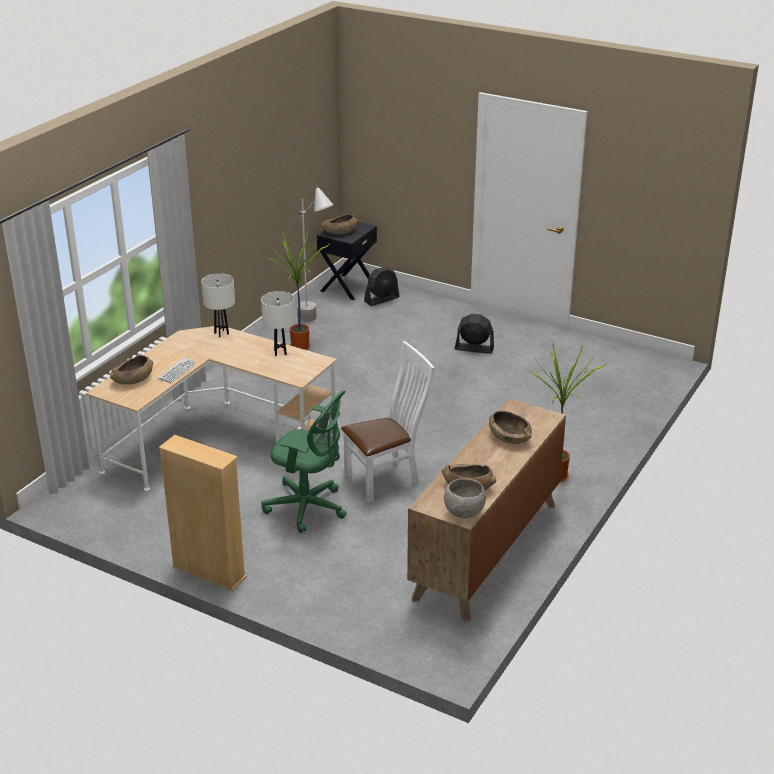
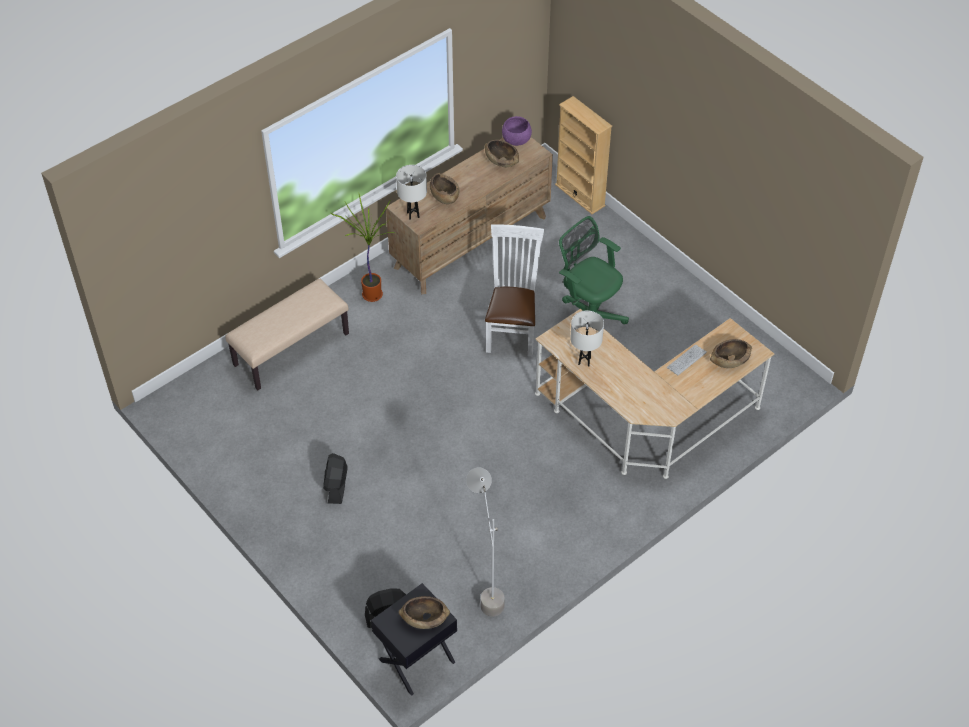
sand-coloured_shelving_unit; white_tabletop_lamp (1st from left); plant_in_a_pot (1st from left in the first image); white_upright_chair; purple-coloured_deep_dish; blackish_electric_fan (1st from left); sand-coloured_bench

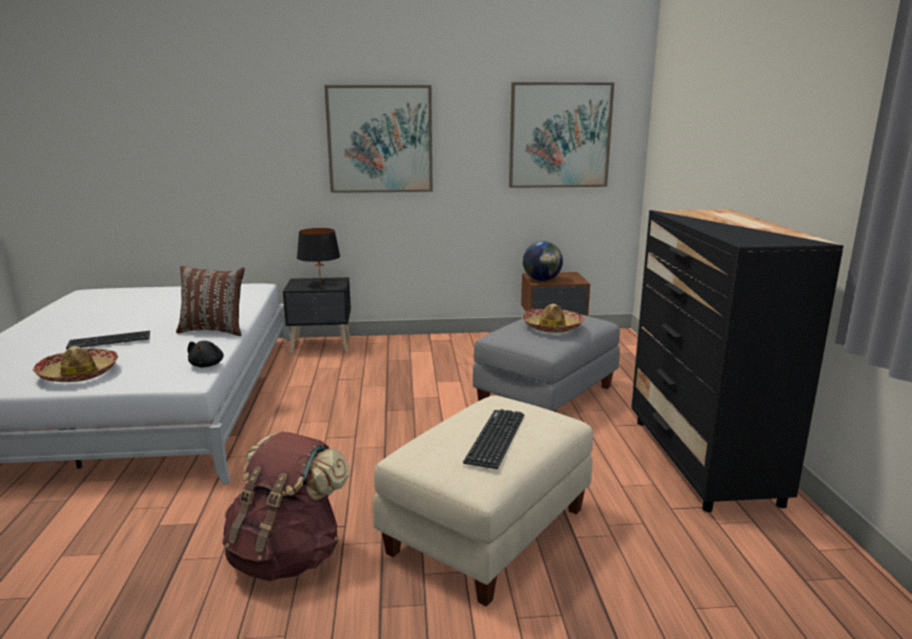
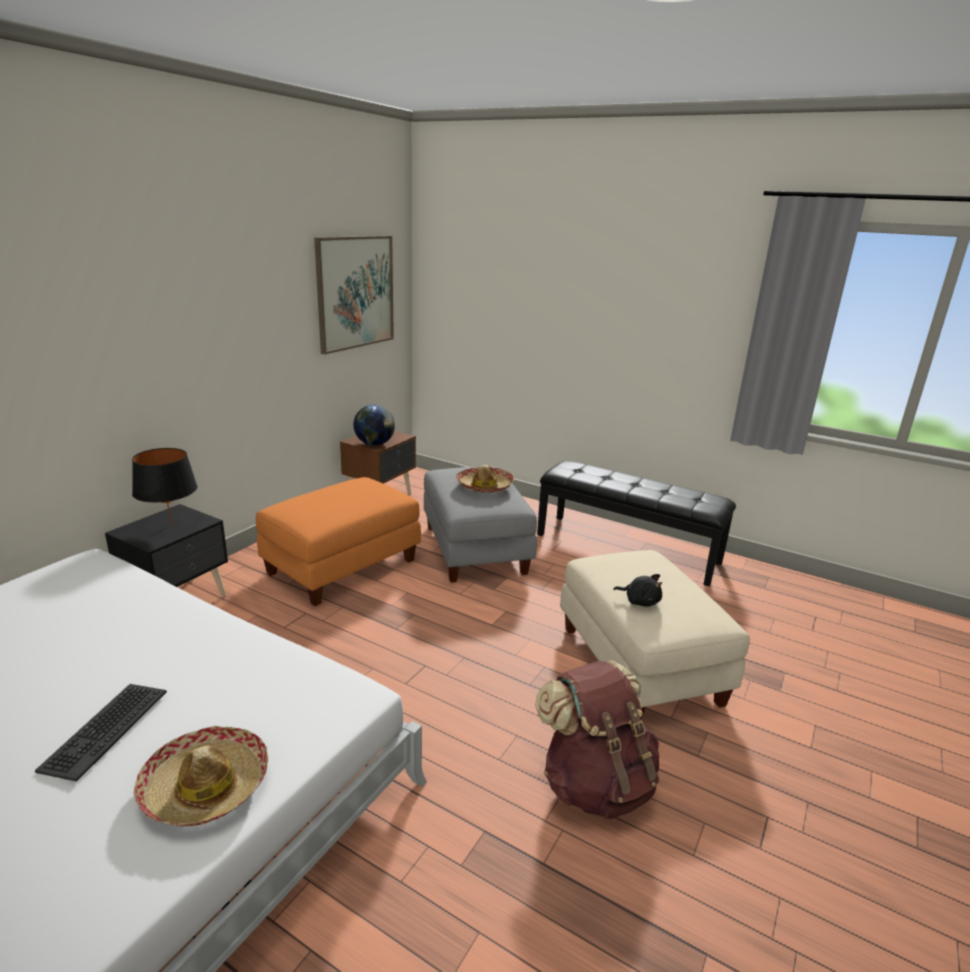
brownish_cushion; blackish_plush_toy; picture (1st from left in the first image); PC_keyboard (2nd from left in the first image); blackish_bench; orange_footrest

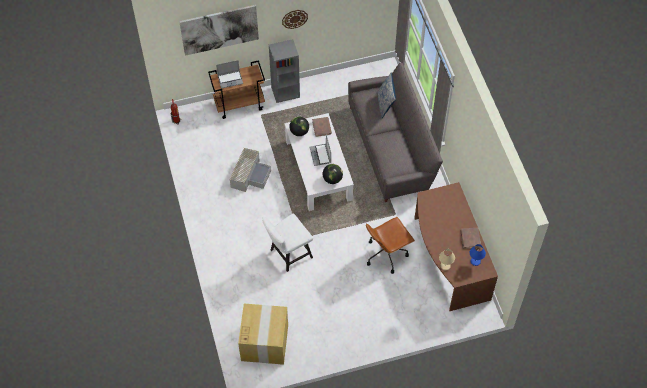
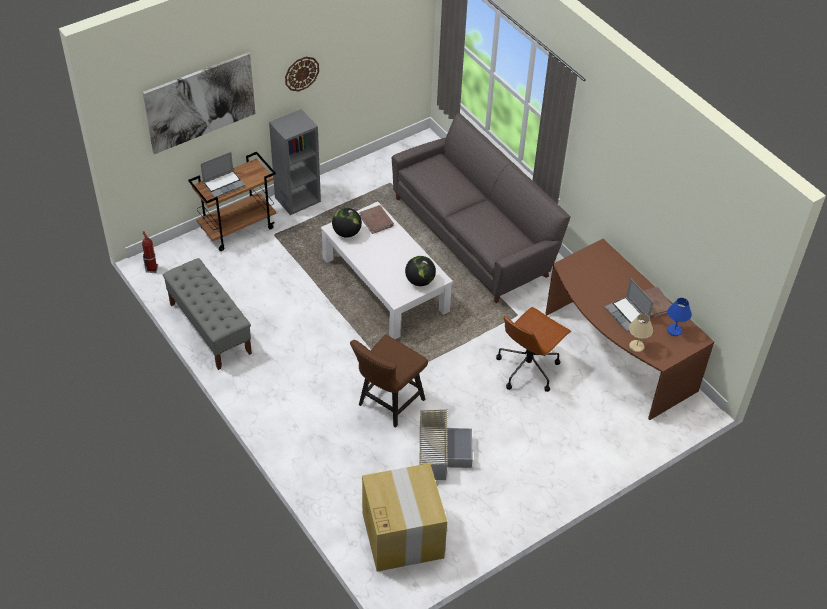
gray_storage_container; brownish_upright_chair; laptop (2nd from left); cushion; gray_bench

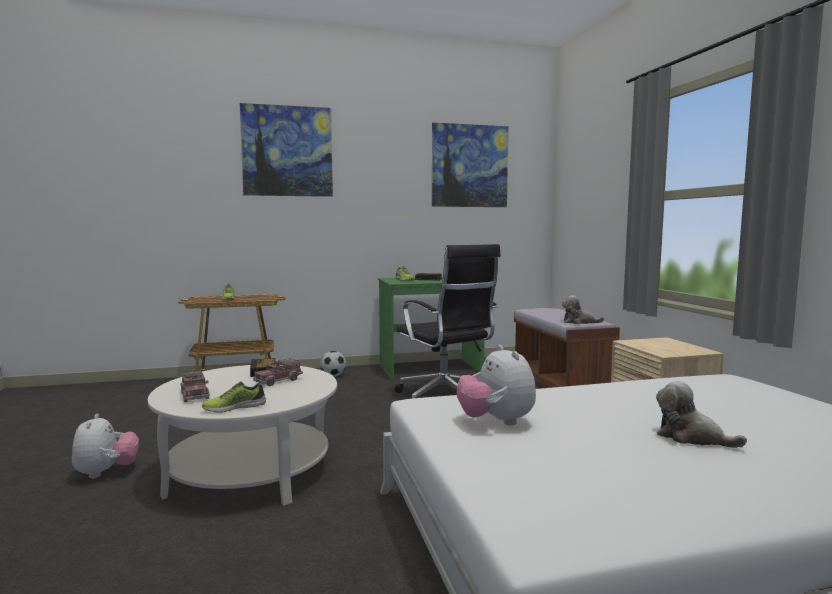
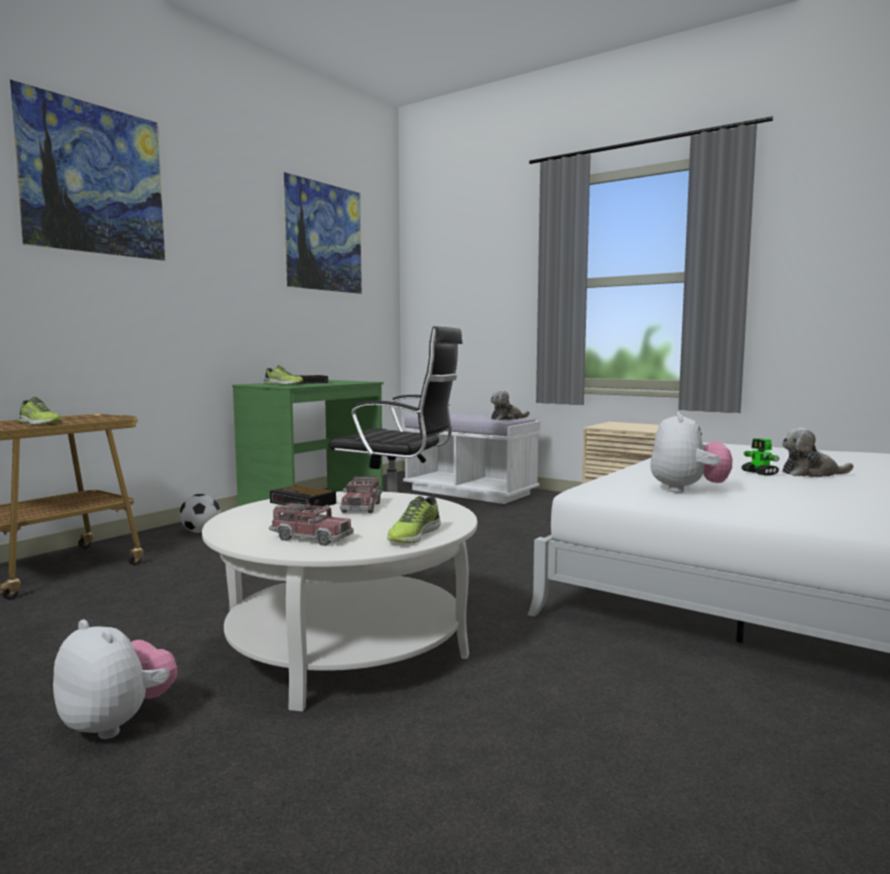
plush_toy (3rd from left); white_bench; robot_figure

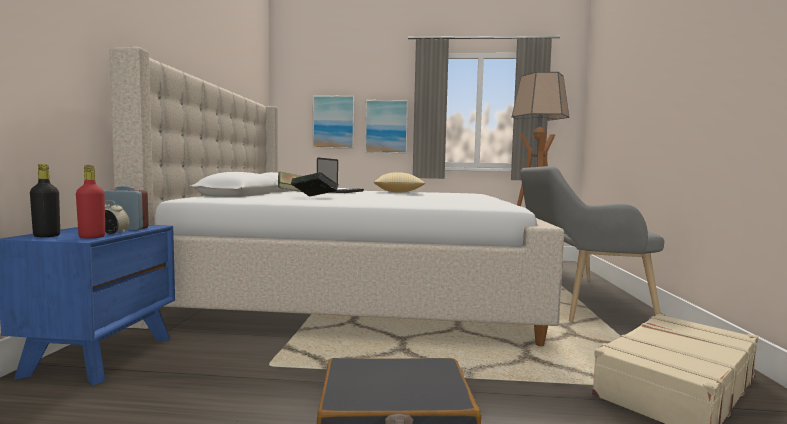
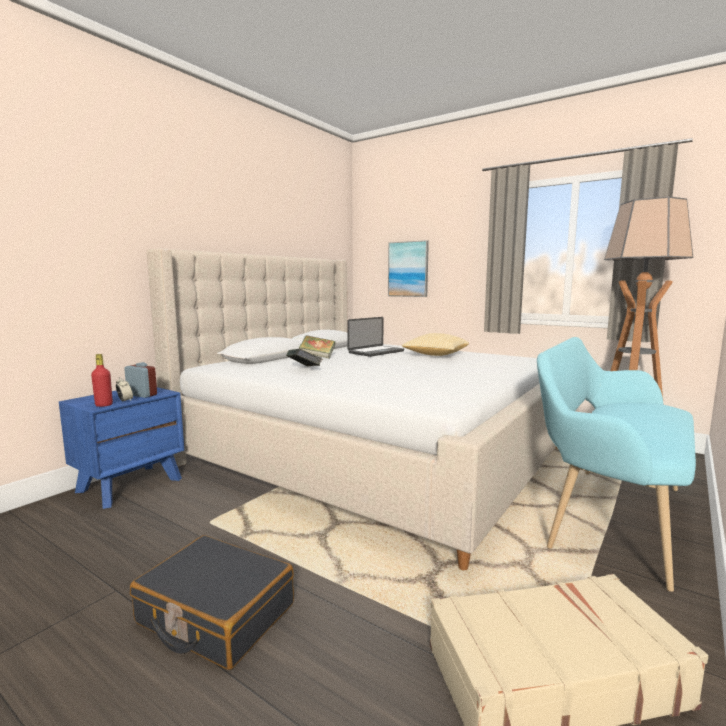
blackish_bottle; picture (2nd from left in the first image); blue-green_bench

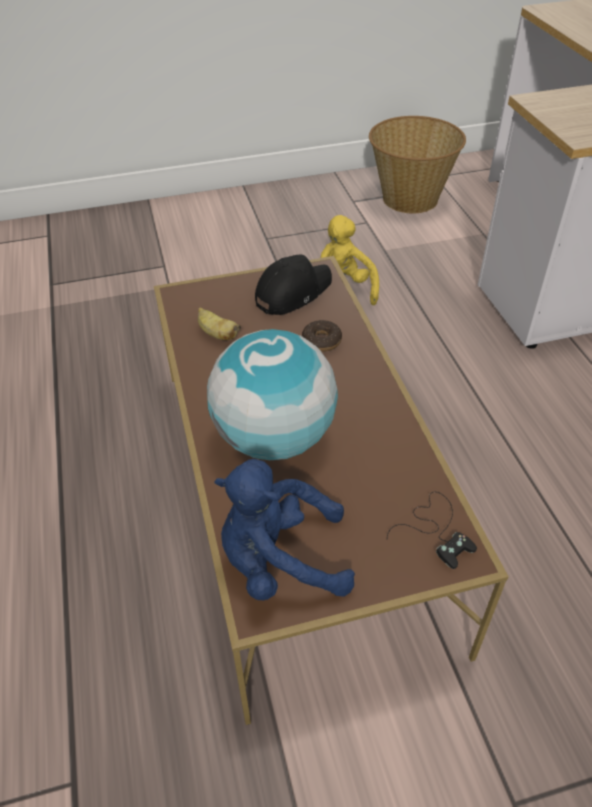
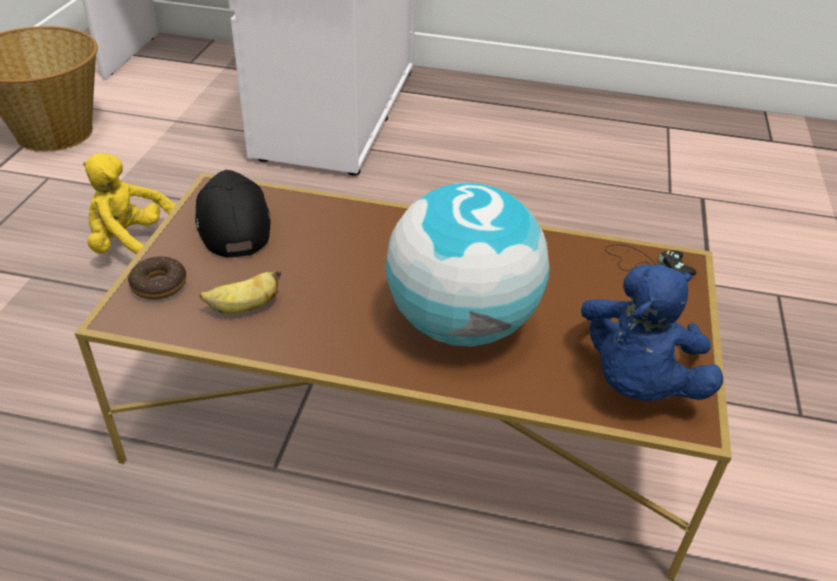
doughnut

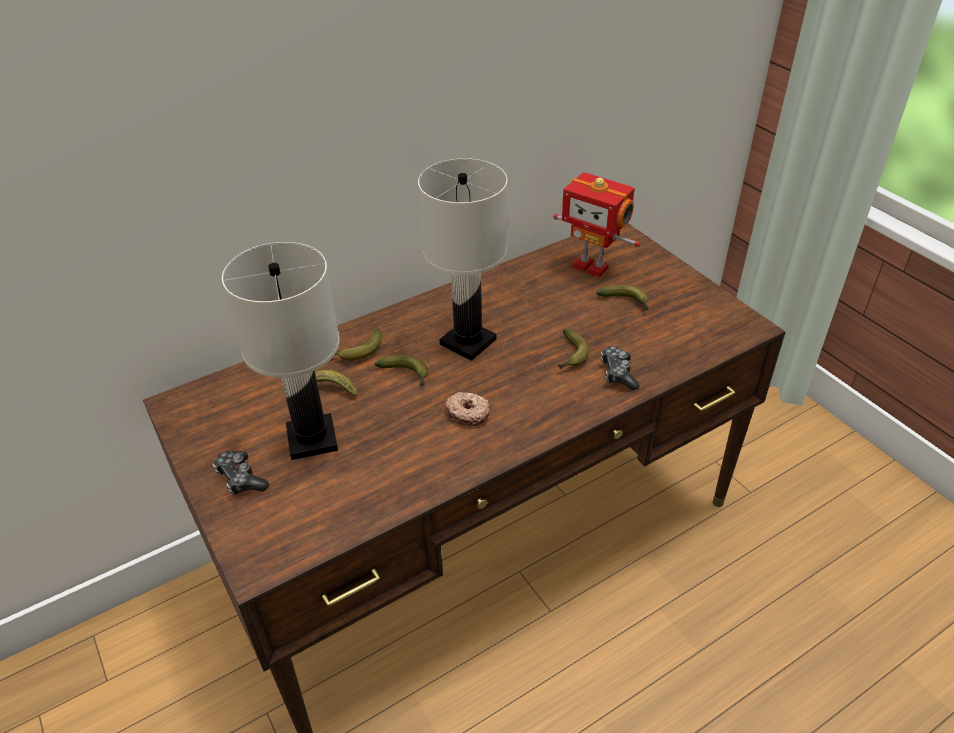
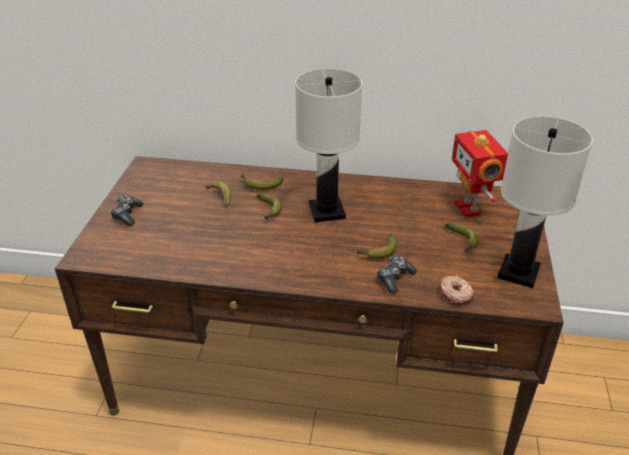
white_tabletop_lamp (2nd from left); doughnut

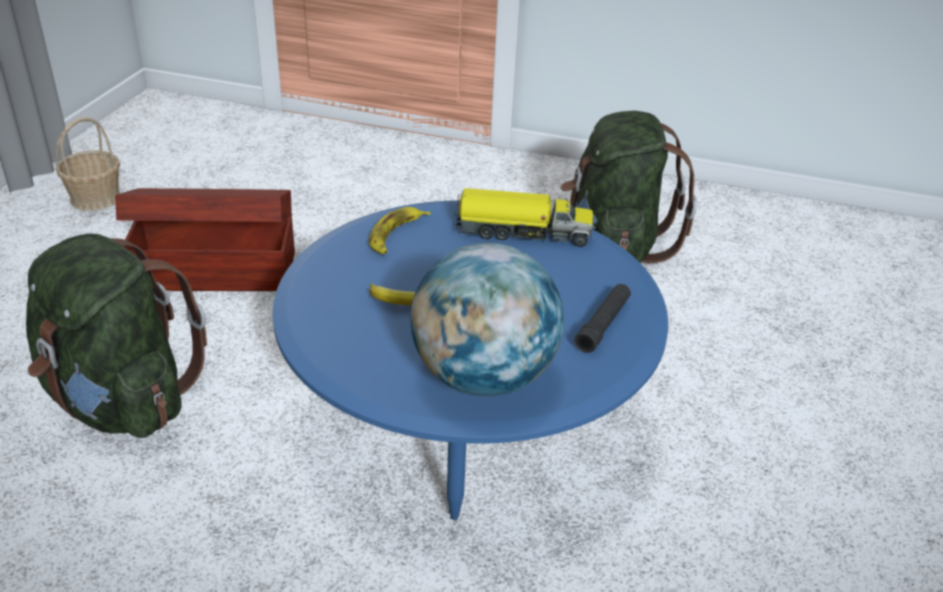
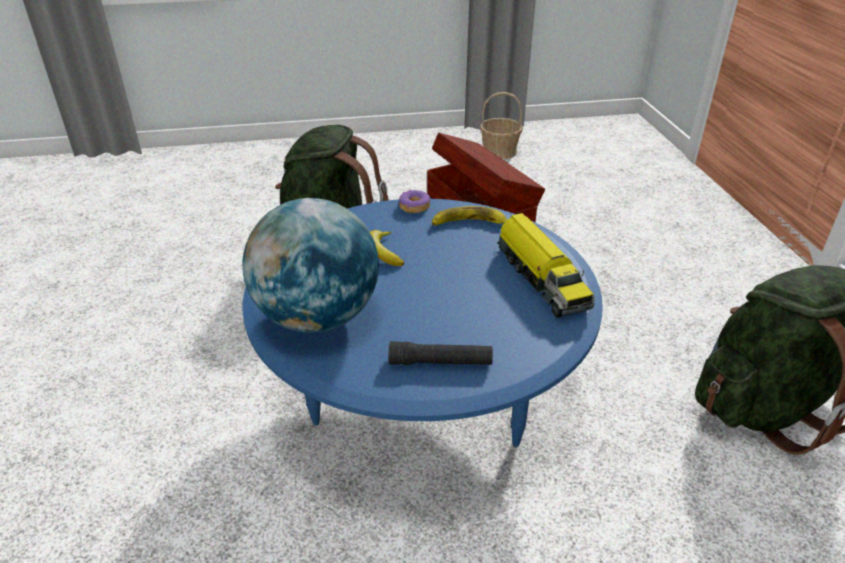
doughnut

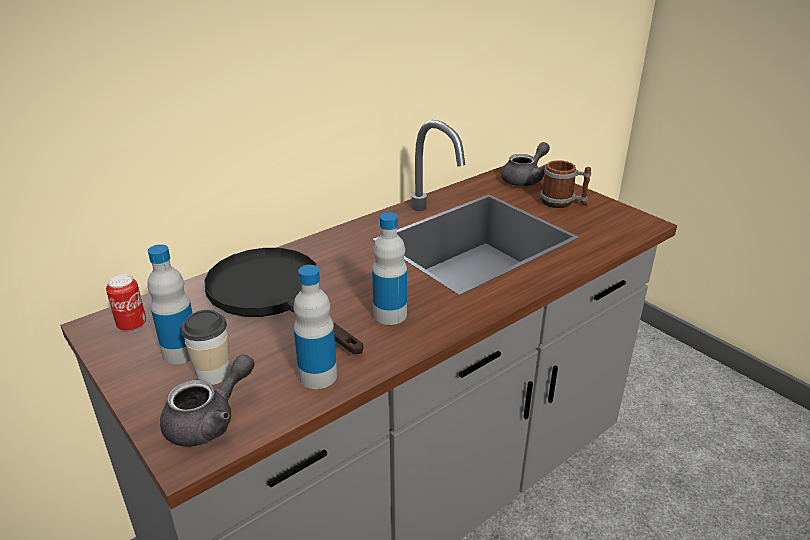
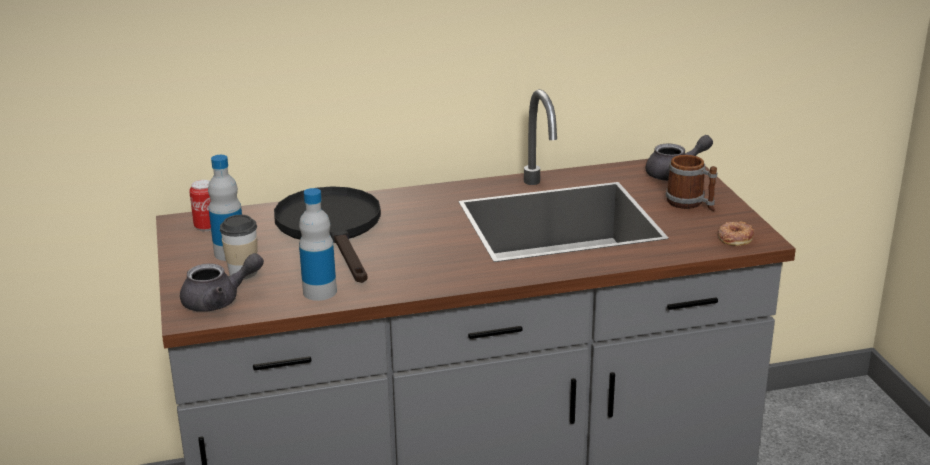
bottle (3rd from left in the first image); doughnut

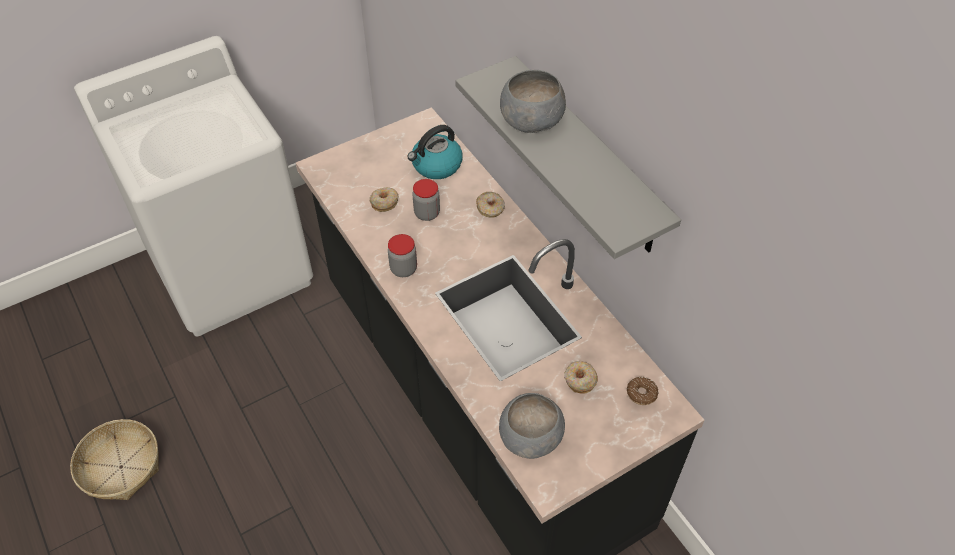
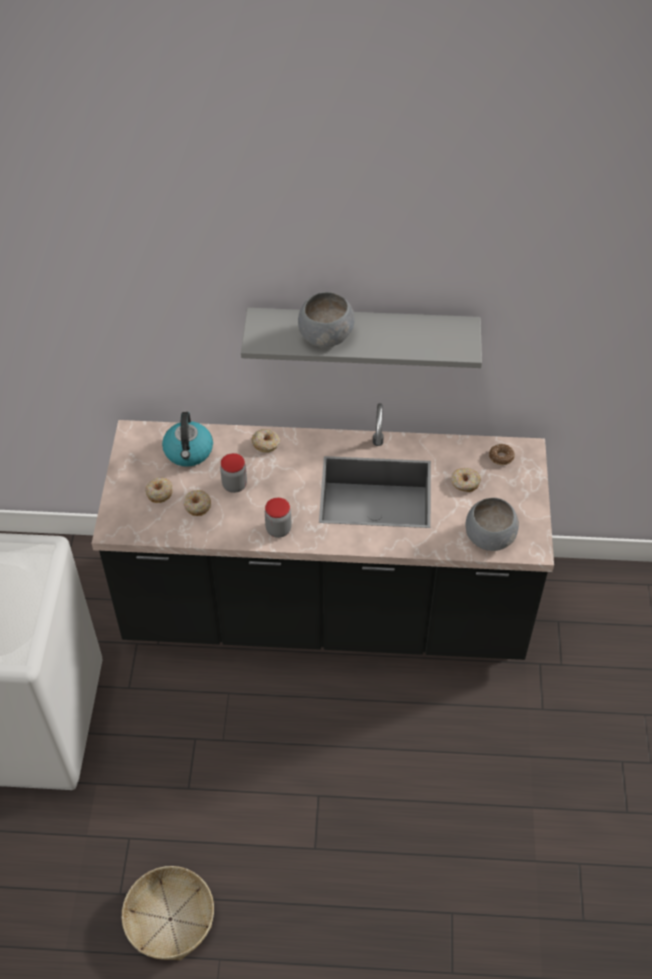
doughnut (1st from left)

